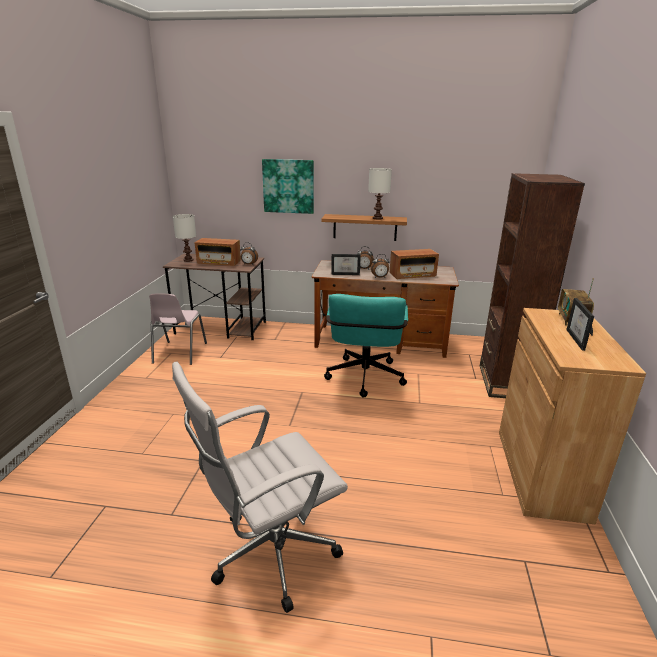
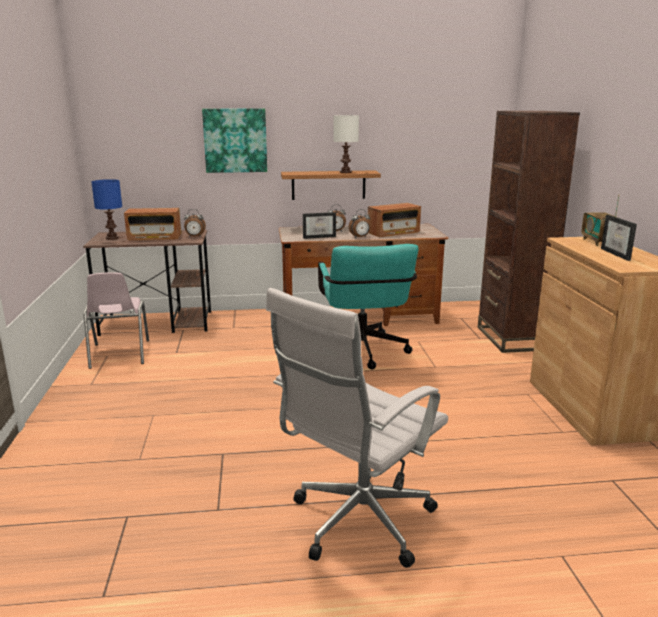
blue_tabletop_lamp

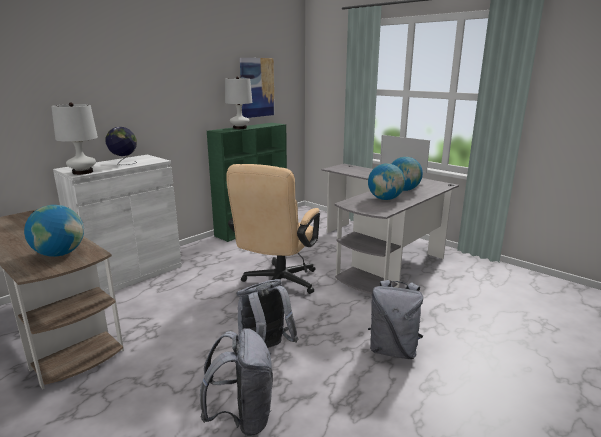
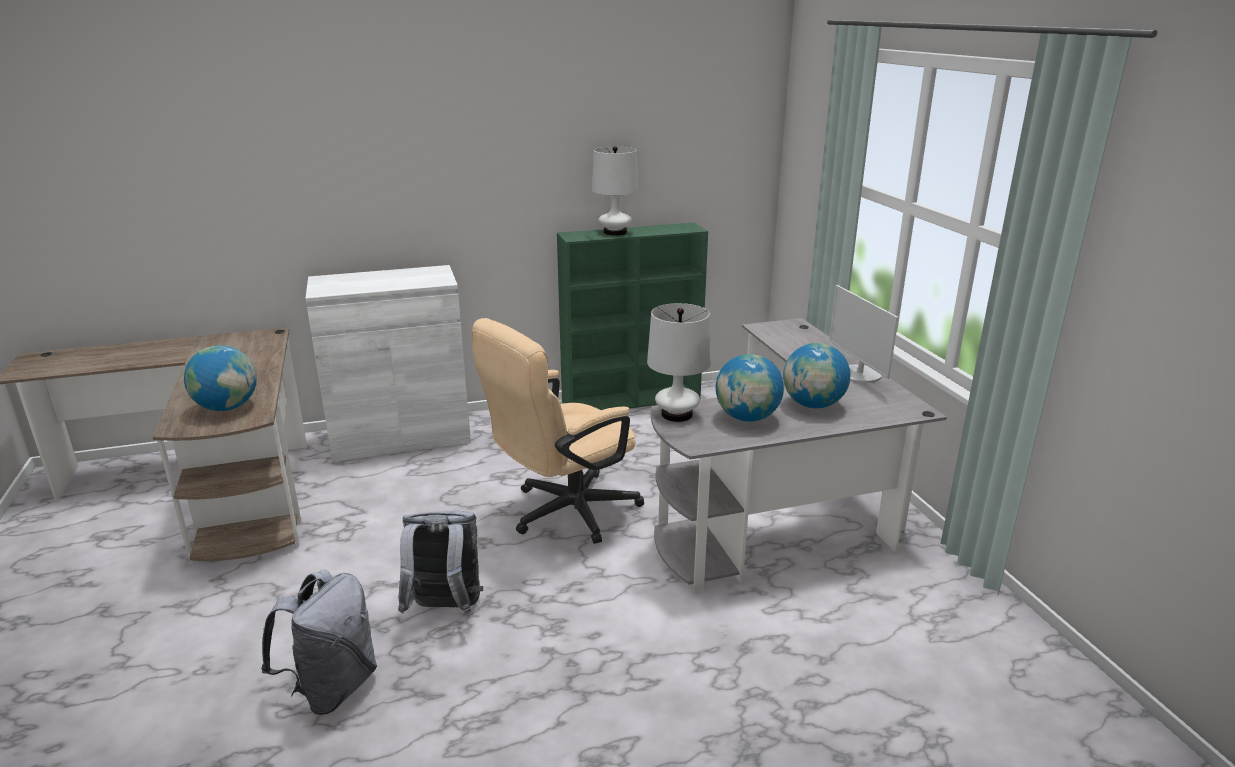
white_tabletop_lamp (2nd from left); desk_globe (2nd from left in the first image); picture; gray_backpack (3rd from left in the first image)

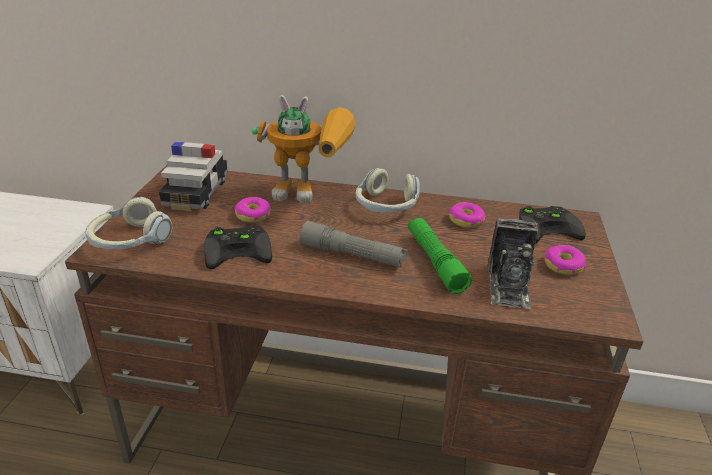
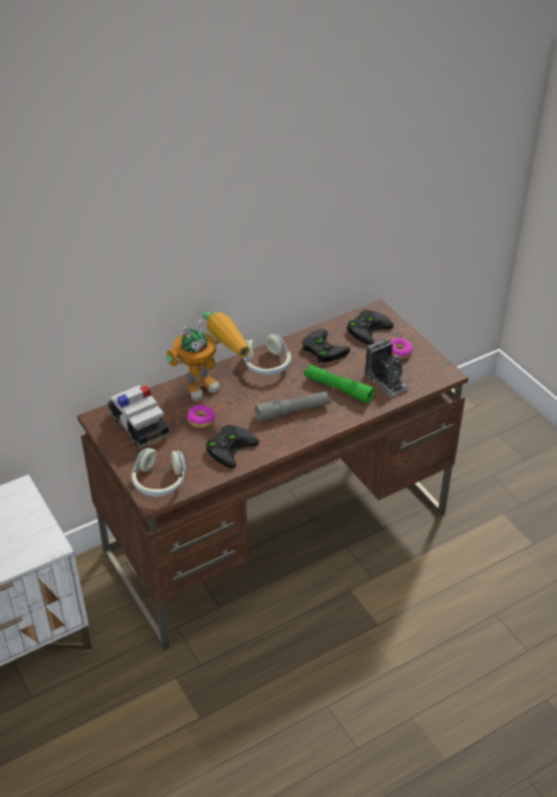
blackish_game_controller (2nd from left)

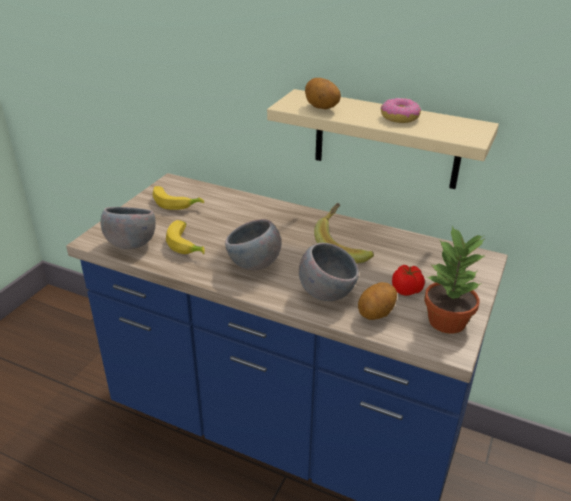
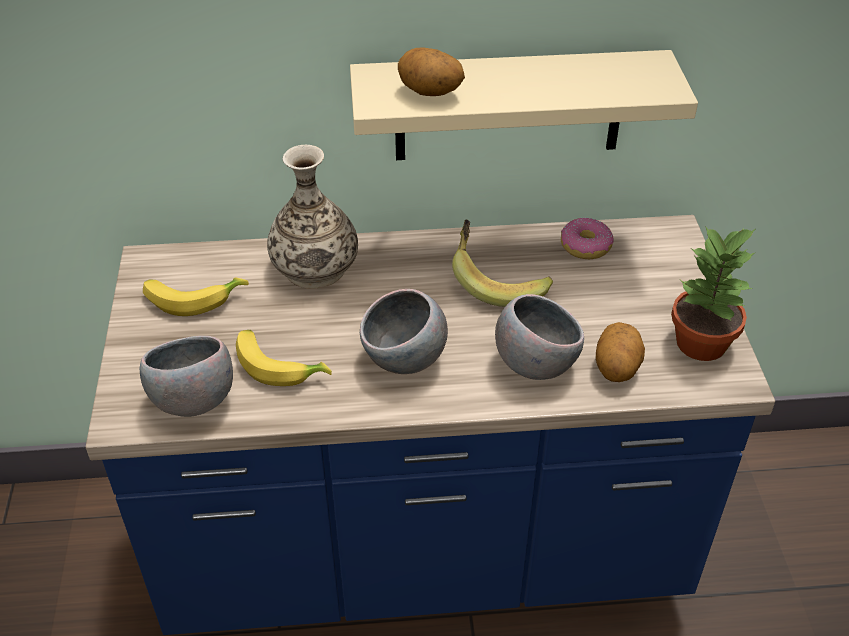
doughnut; tomato; decorative_vase

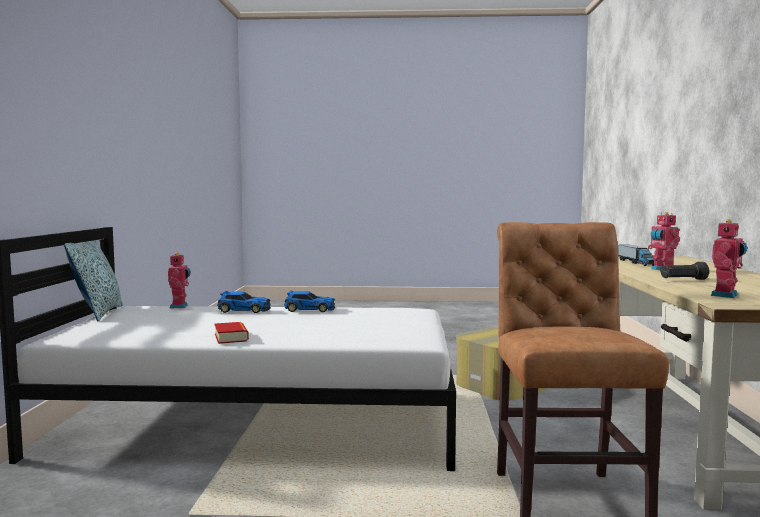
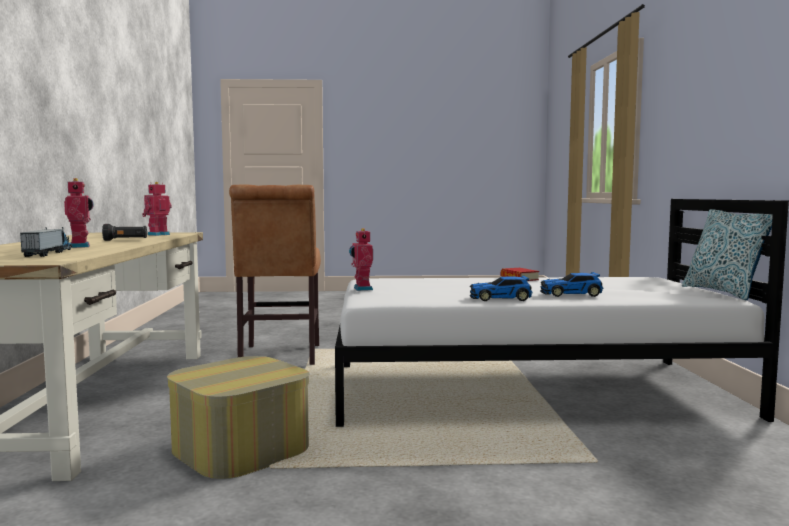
robot_figure (3rd from left)

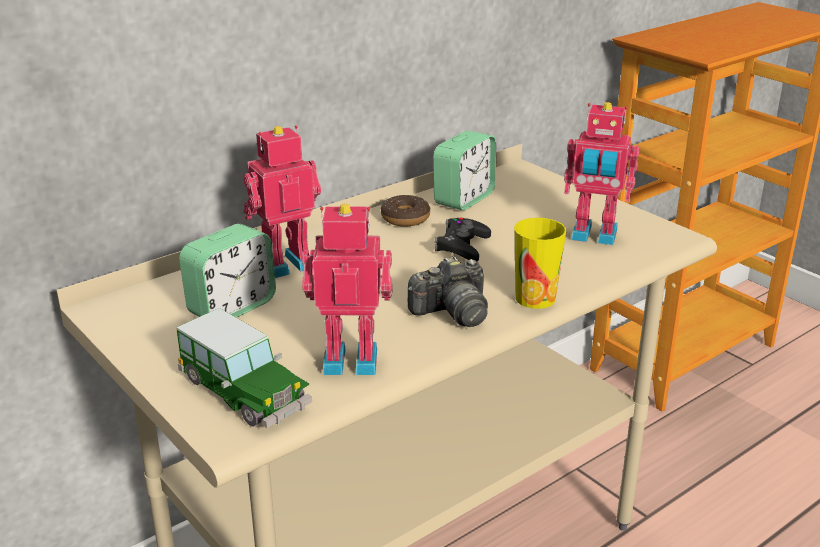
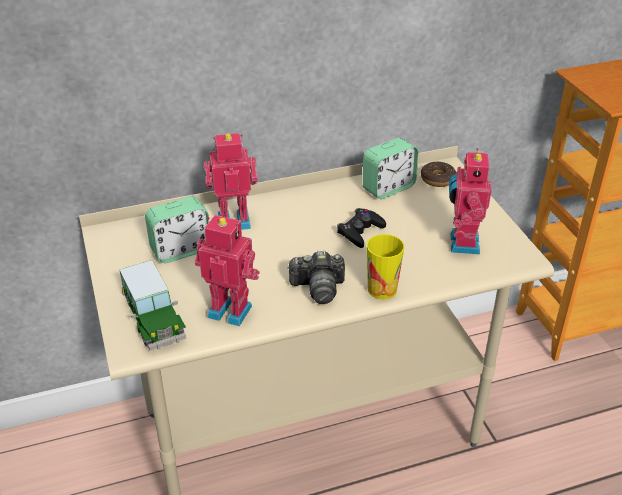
doughnut; robot_figure (3rd from left)

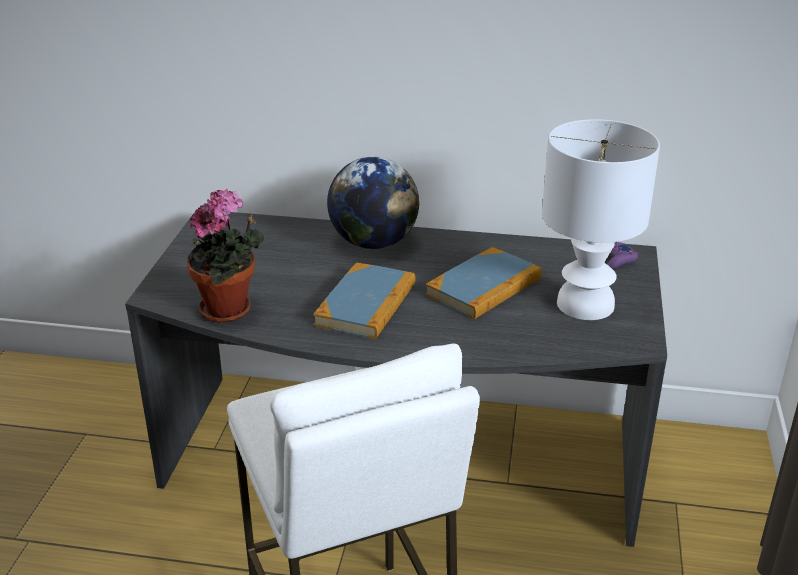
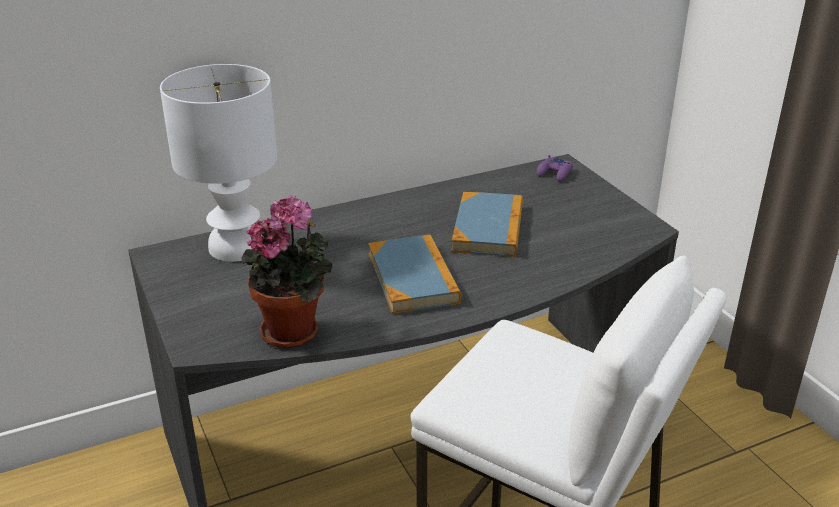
desk_globe; white_tabletop_lamp

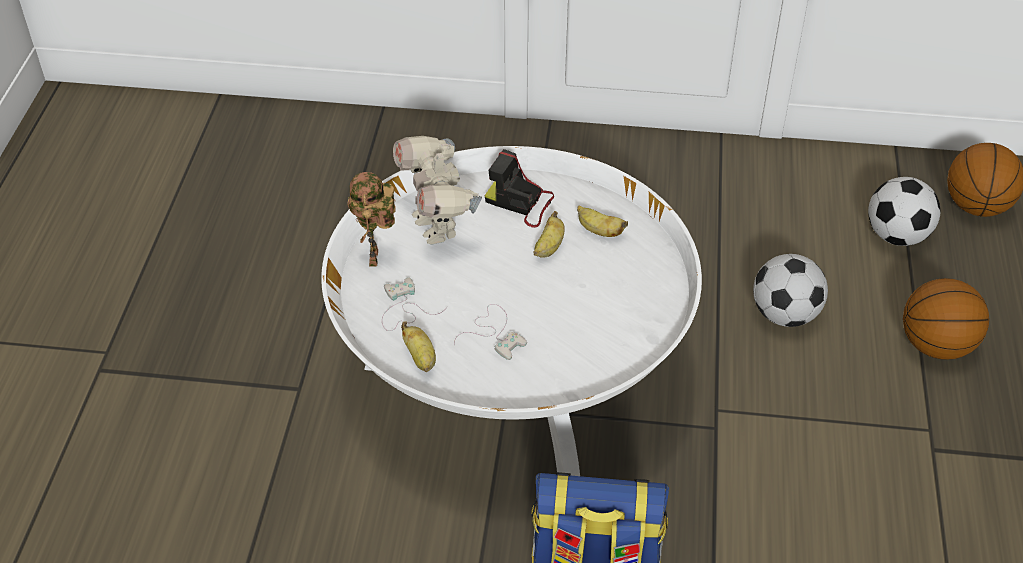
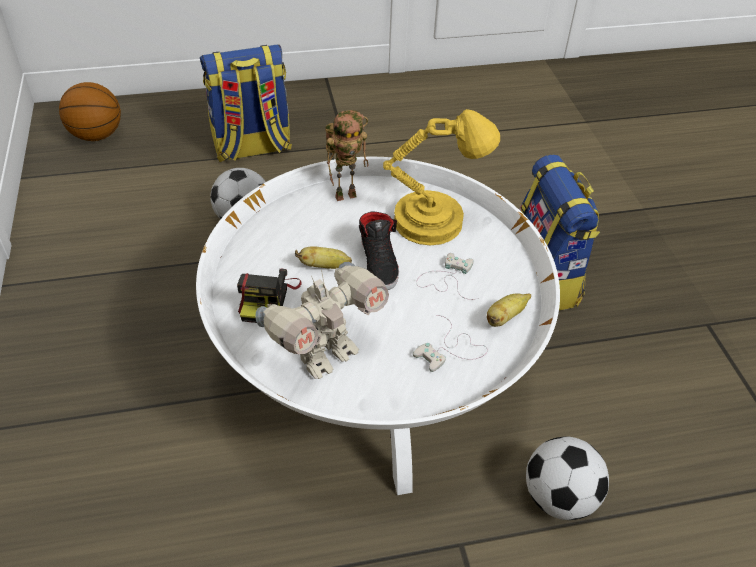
robot_figure (2nd from left); banana_fruit (3rd from left in the first image); football (2nd from left); backpack (1st from left); blackish_item_of_footwear; yellowish_tabletop_lamp

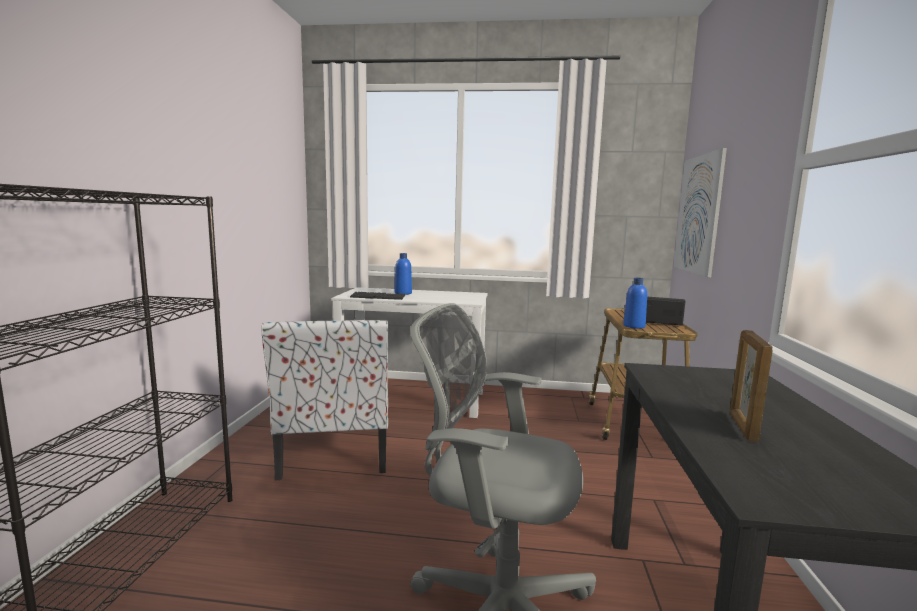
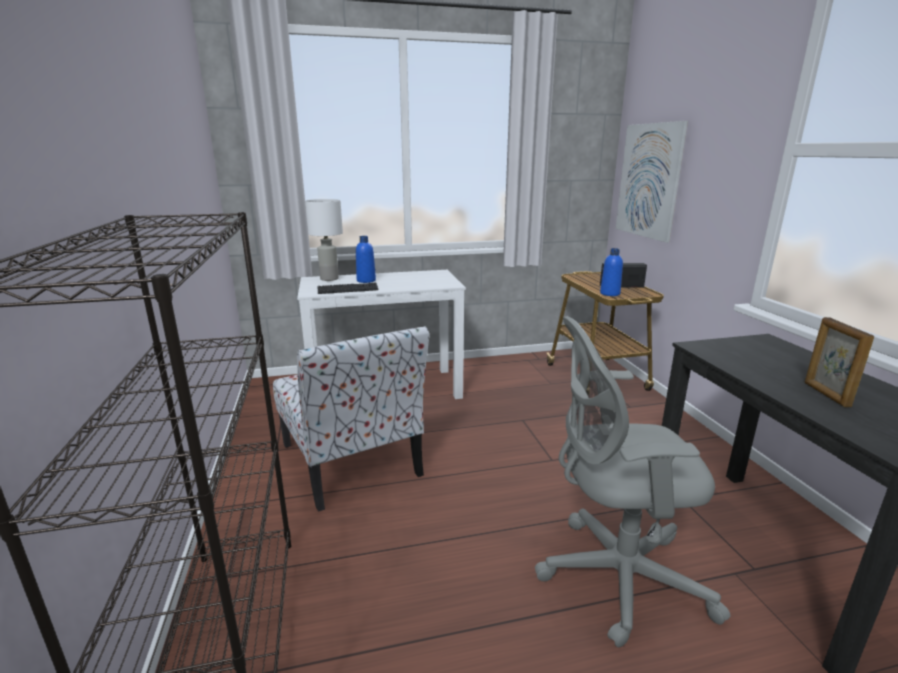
white_tabletop_lamp

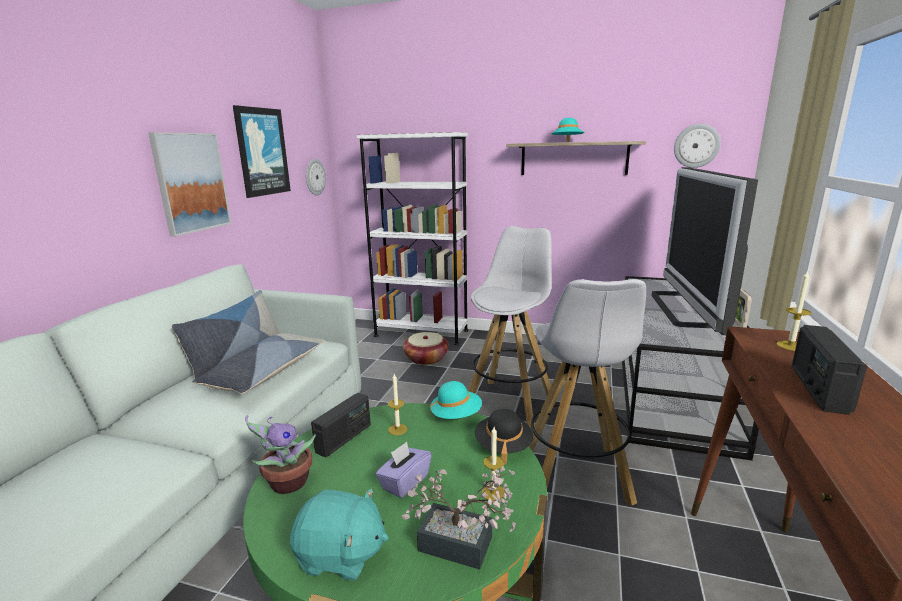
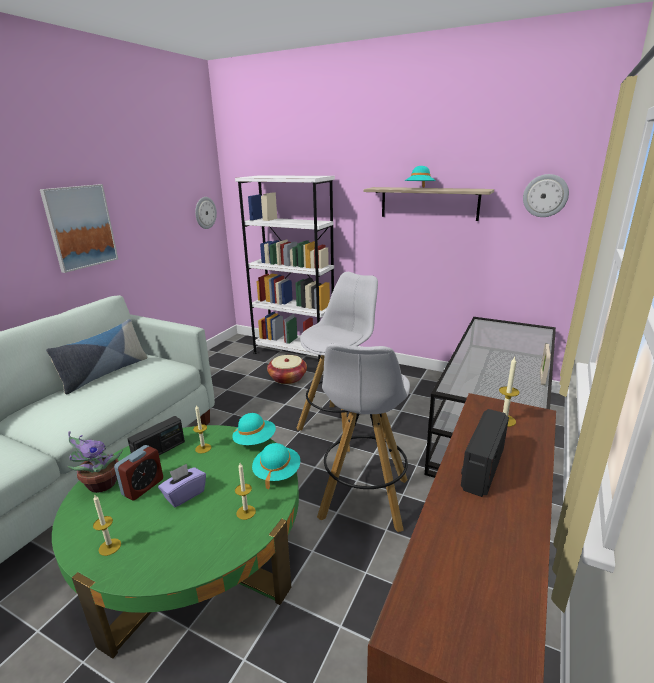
cushion (2nd from left in the first image); picture (2nd from left in the first image); wax_candle (1st from left); plant_in_a_pot (2nd from left in the first image); blue-green_wearable_hat (2nd from left); television; table_clock

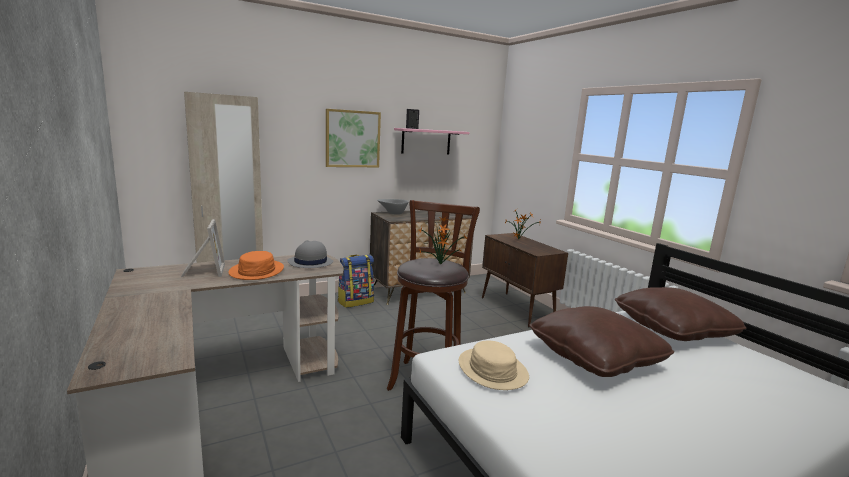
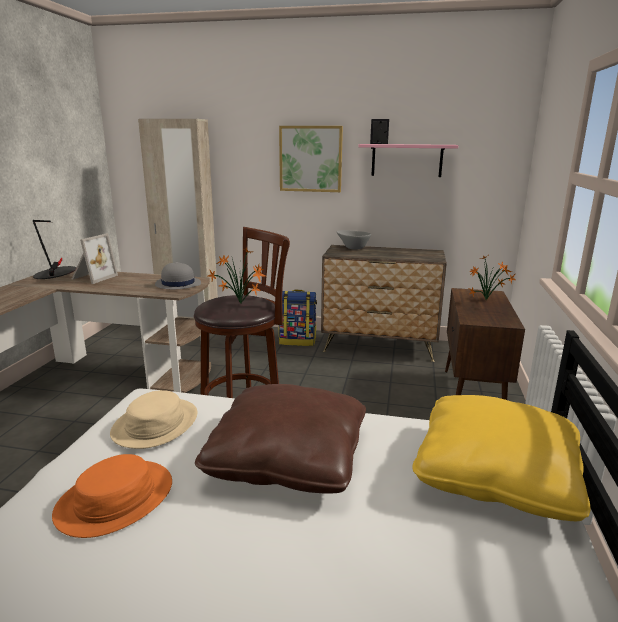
orange_wearable_hat; yellowish_cushion; tabletop_lamp

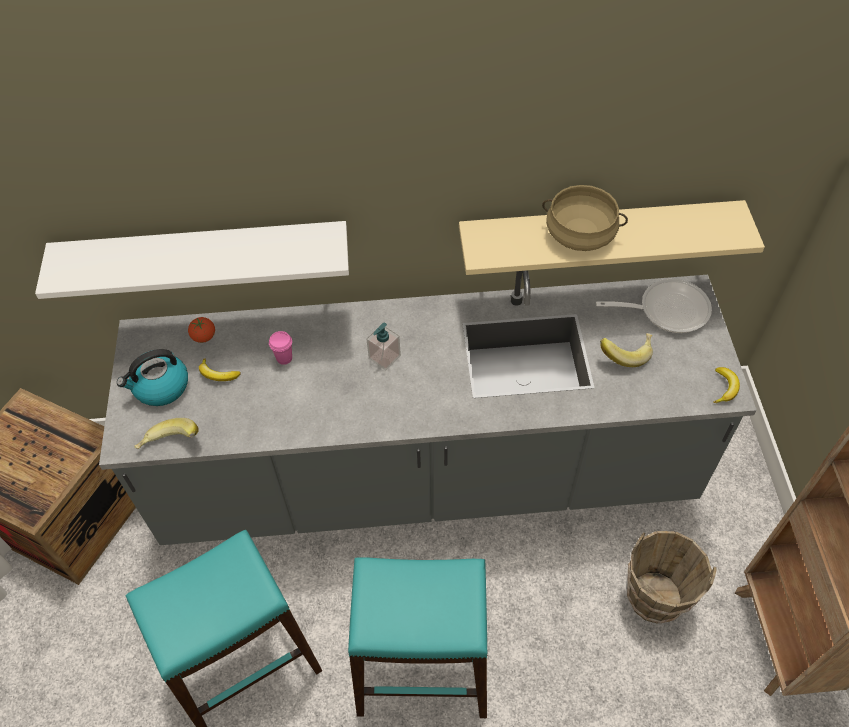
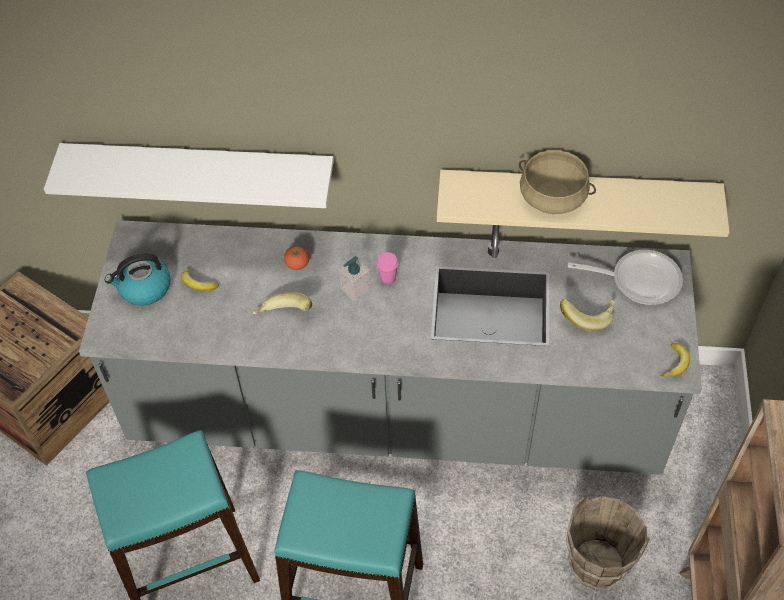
banana_fruit (2nd from left); tomato; pink_cup

